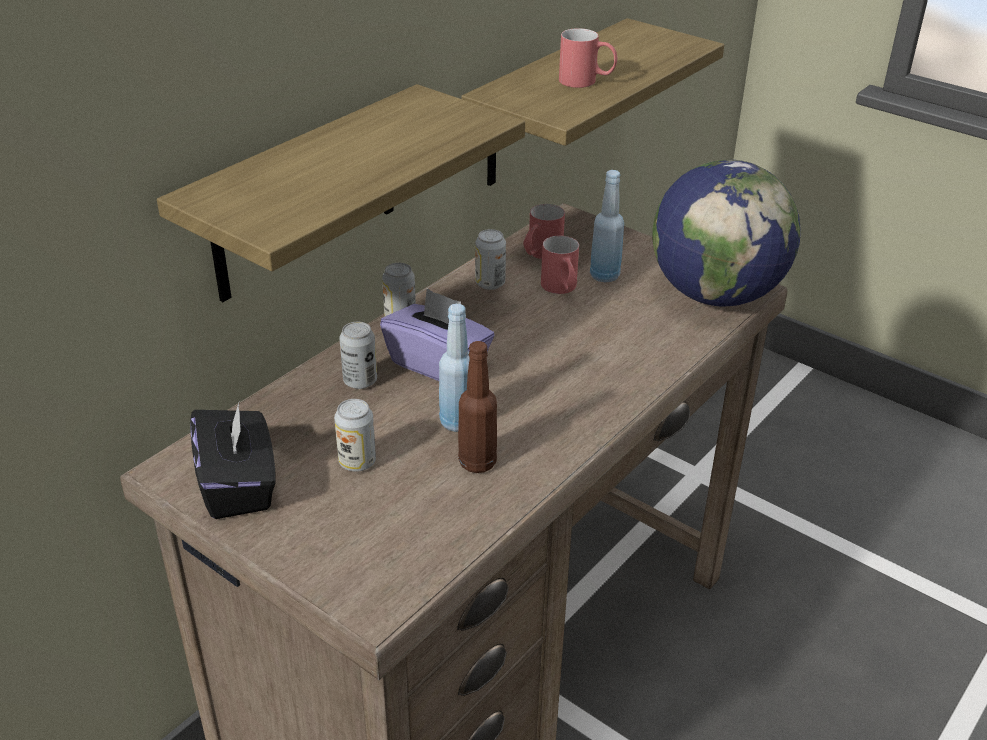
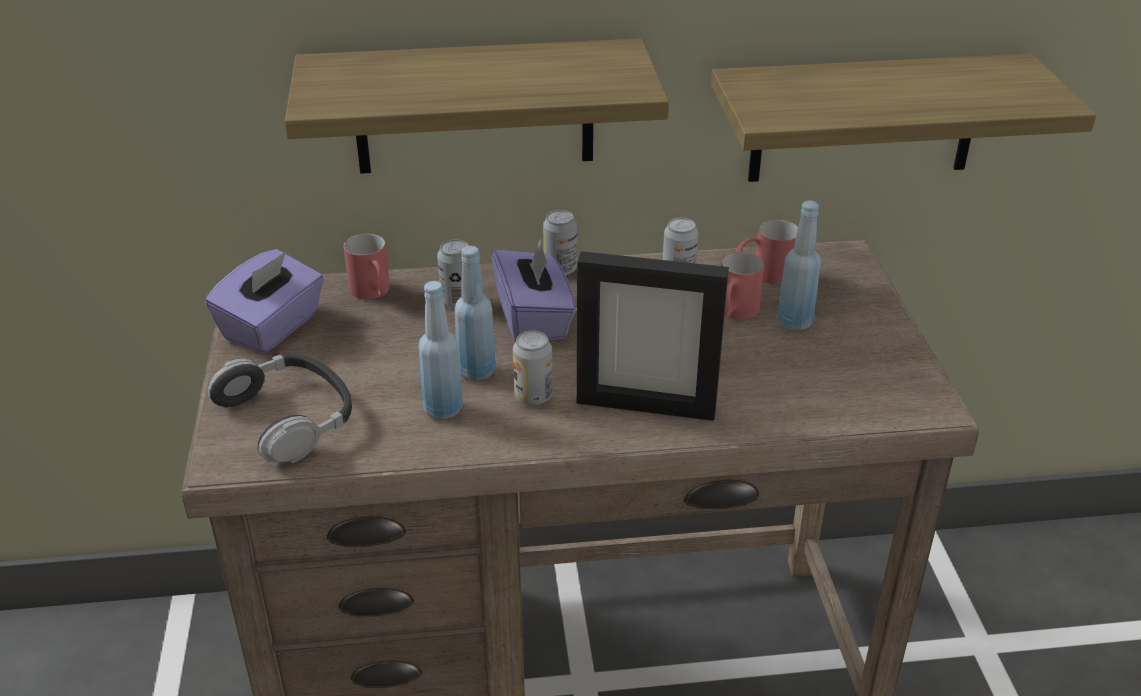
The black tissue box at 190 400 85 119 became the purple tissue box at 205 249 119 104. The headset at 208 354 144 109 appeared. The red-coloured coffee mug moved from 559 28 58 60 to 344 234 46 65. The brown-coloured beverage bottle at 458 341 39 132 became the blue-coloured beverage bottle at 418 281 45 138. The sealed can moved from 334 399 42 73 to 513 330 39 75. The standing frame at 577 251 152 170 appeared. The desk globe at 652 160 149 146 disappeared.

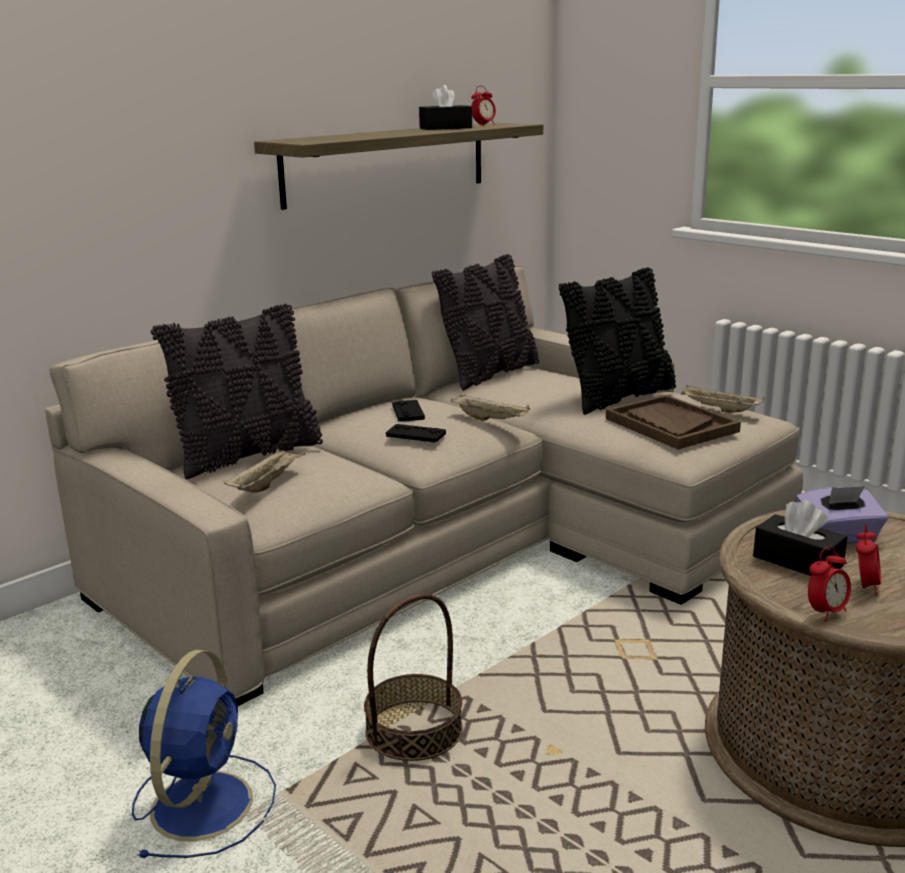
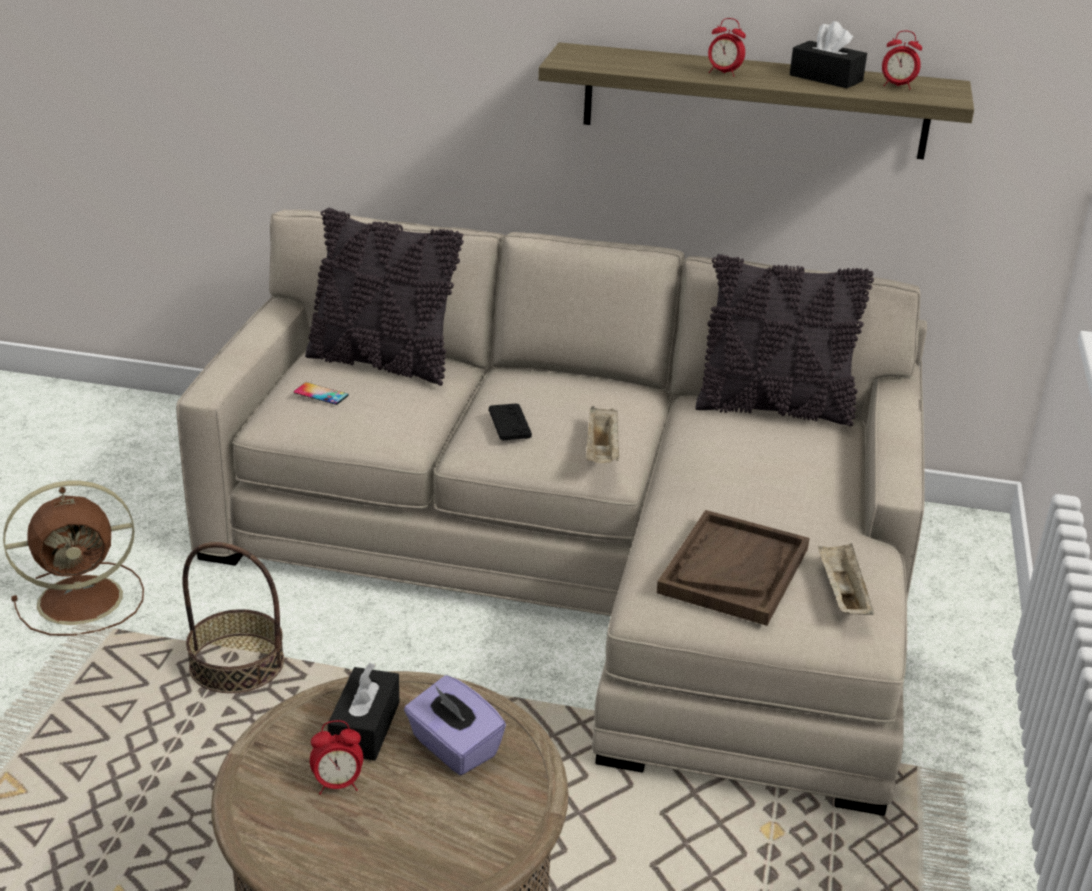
The blue-coloured electric fan at 132 650 144 208 became the brown-coloured electric fan at 3 480 141 156. The sand-coloured serving tray at 224 448 81 45 was replaced by the phone at 294 382 55 23. The alarm clock moved from 808 546 43 75 to 708 18 38 59. The black joypad at 392 400 33 22 disappeared. The black cushion at 559 267 117 148 disappeared.

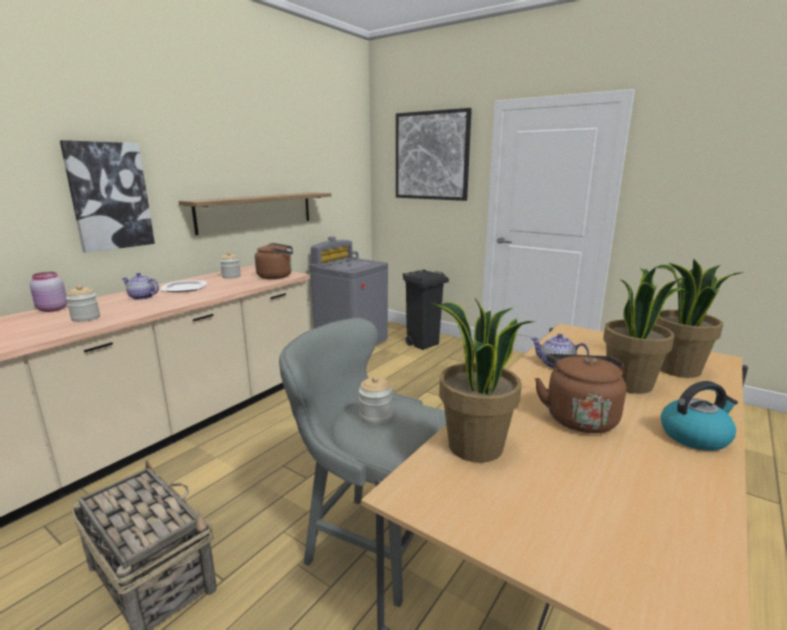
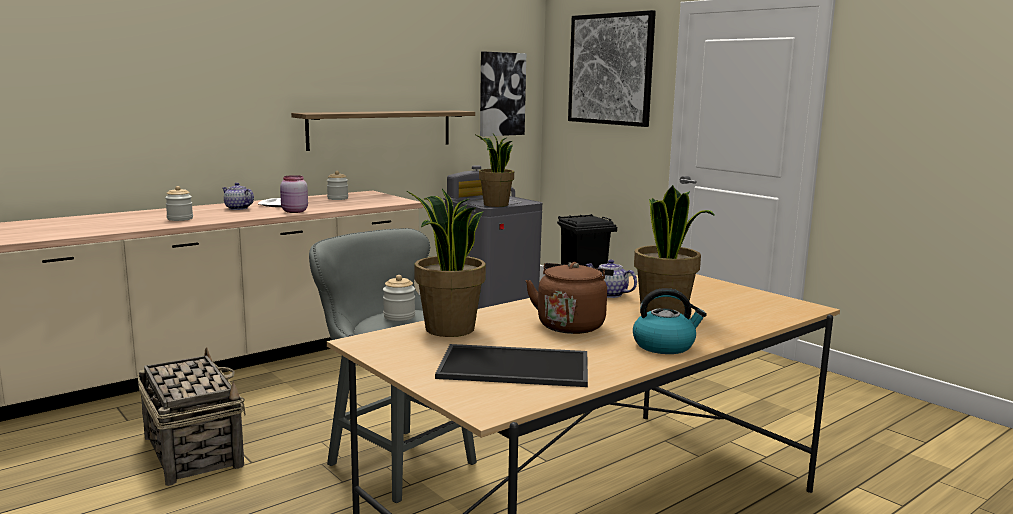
The pink jar moved from 30 272 38 40 to 280 175 28 38. The serving tray at 435 344 153 43 appeared. The houseplant moved from 654 259 90 119 to 476 134 38 73. The picture moved from 60 140 95 113 to 480 52 46 84. The brown-coloured kettle at 255 243 38 36 disappeared.

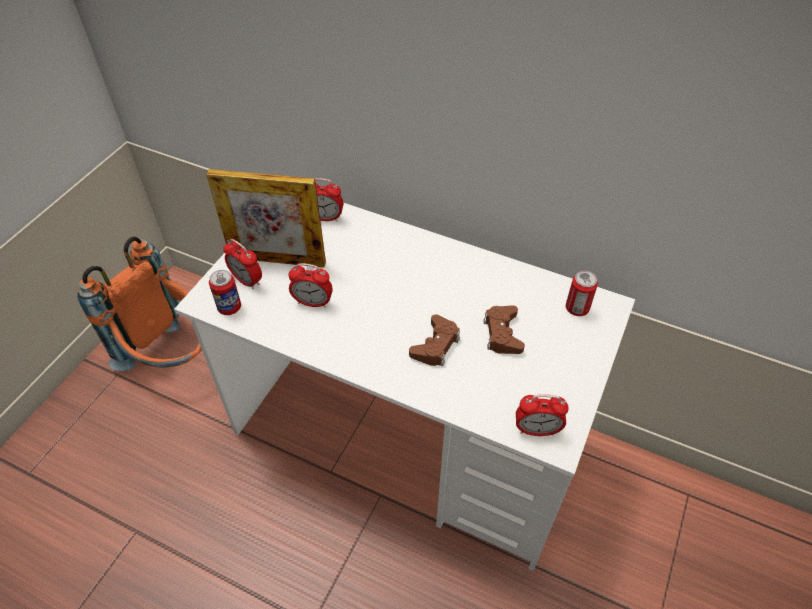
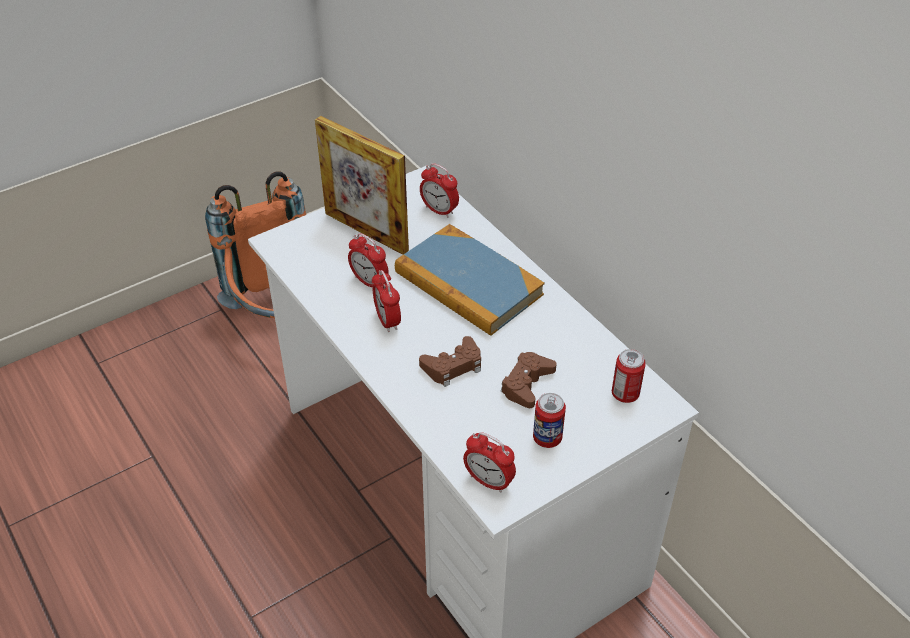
The alarm clock moved from 223 239 39 50 to 372 270 29 62. The book at 395 224 150 112 appeared. The sealed can moved from 209 270 32 45 to 533 393 33 55.

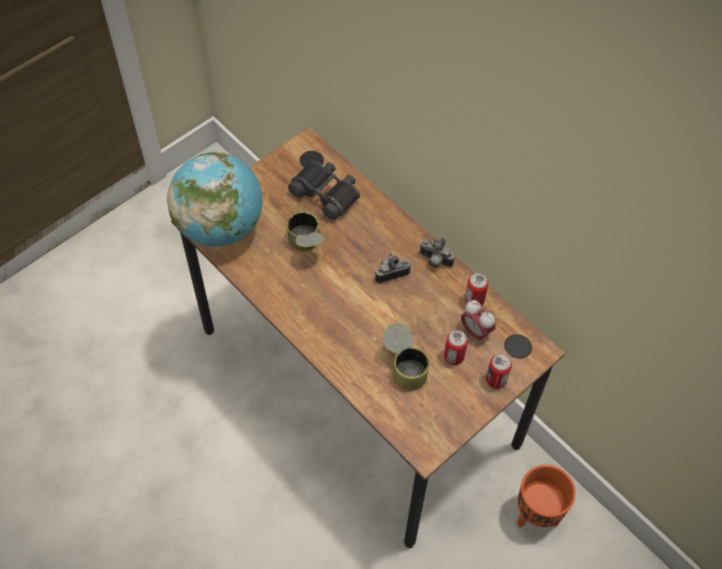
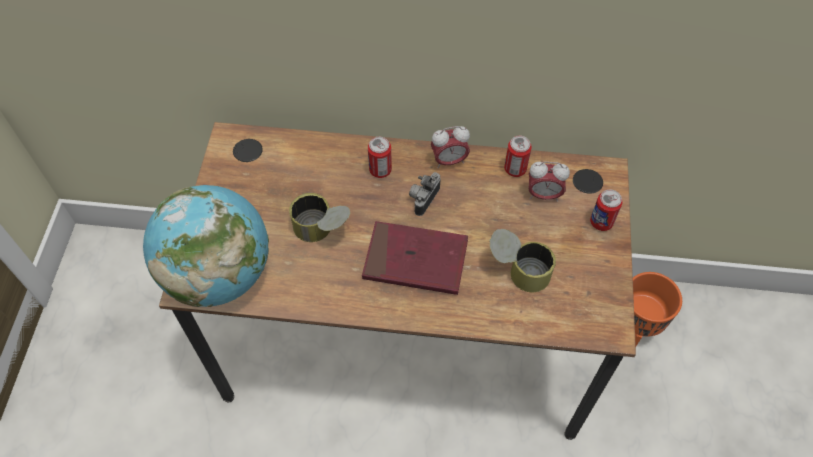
The red-coloured book at 362 221 106 74 appeared. The sealed can moved from 444 330 24 35 to 368 137 24 41. The photo camera at 420 238 34 30 was replaced by the alarm clock at 431 126 39 42. The black field glasses at 288 161 72 59 disappeared.

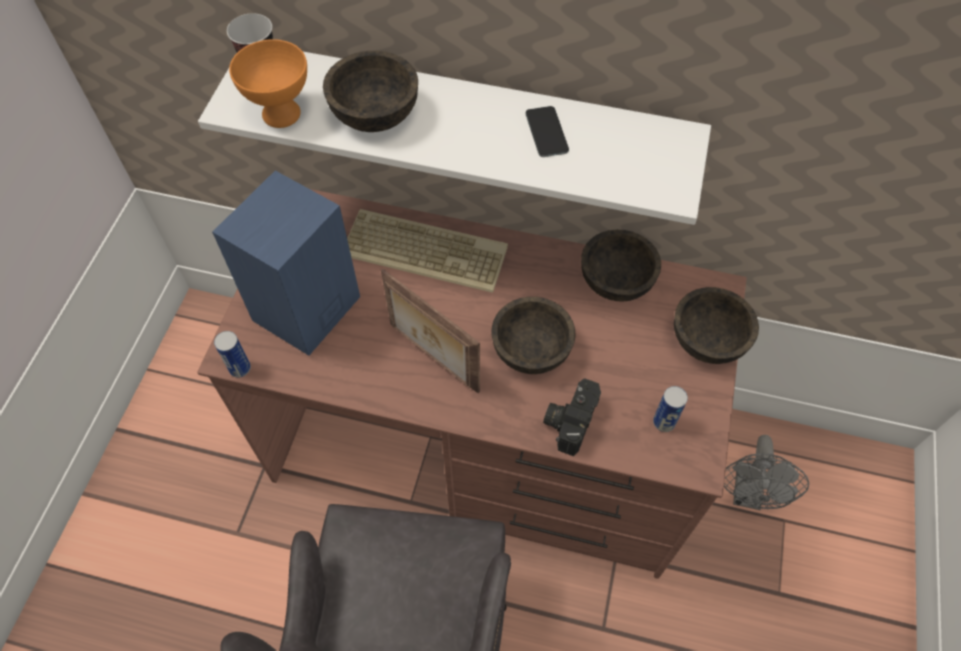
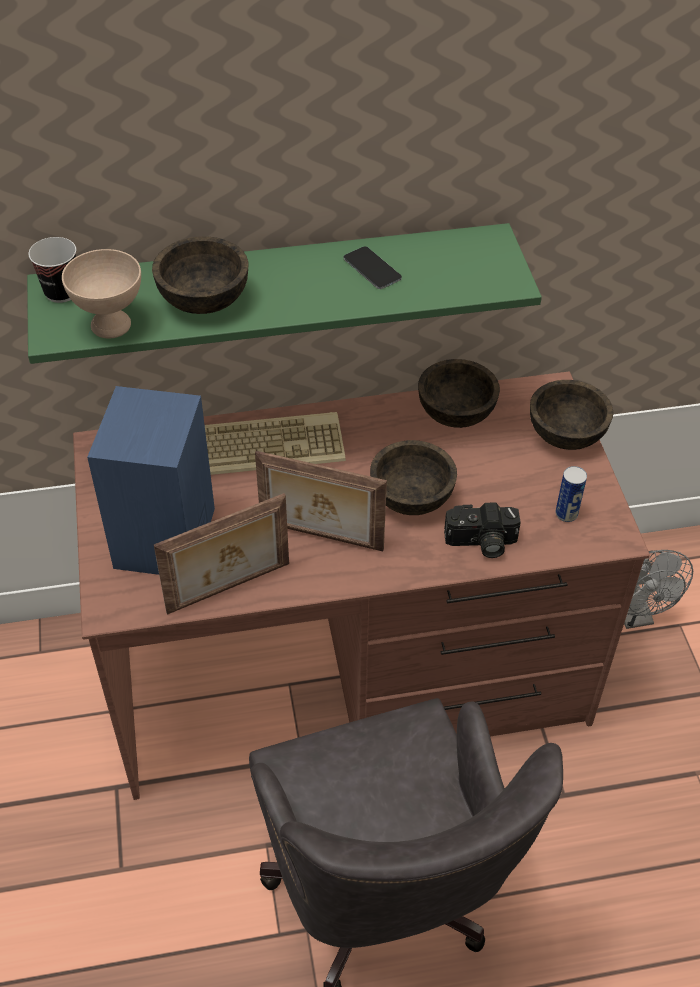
The white bracket shelf at 198 52 513 173 became the greenish bracket shelf at 27 223 515 141. The orange deep dish at 229 39 78 89 became the sand-coloured deep dish at 62 249 79 90. The standing frame at 154 493 135 122 appeared. The photo camera at 543 378 58 78 turned 90 degrees counterclockwise. The sealed can at 214 331 37 47 disappeared.

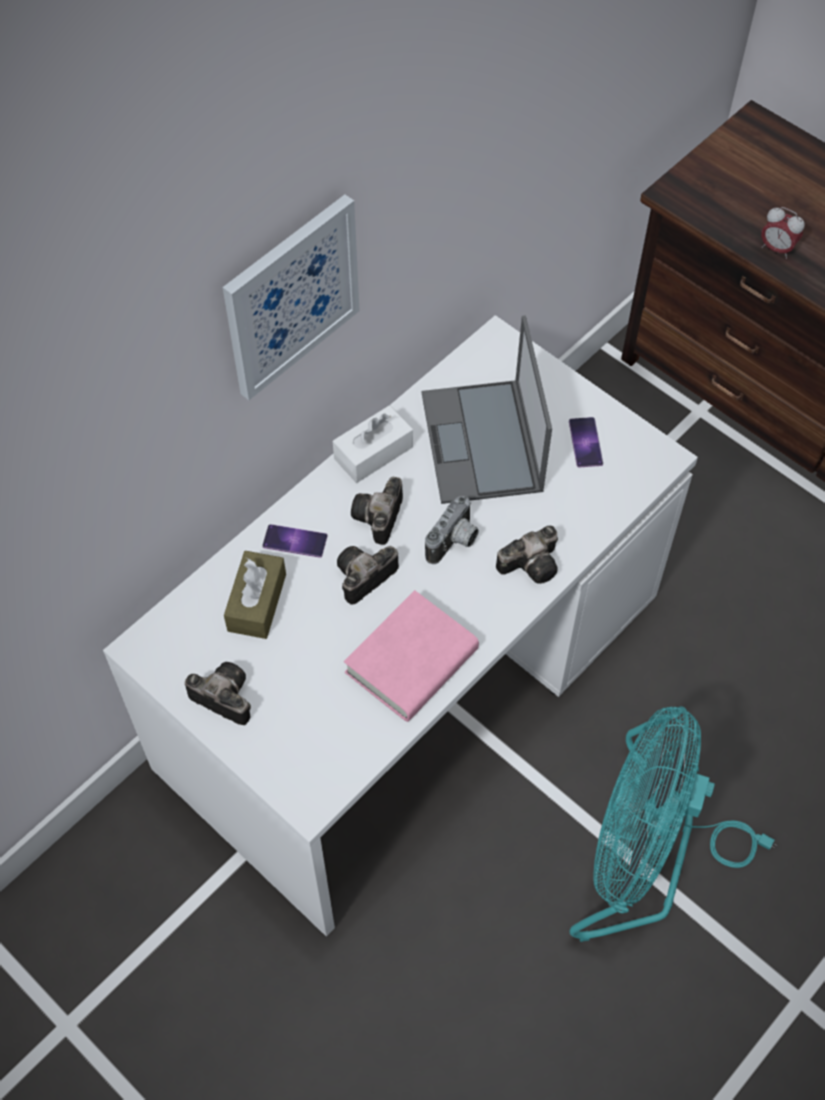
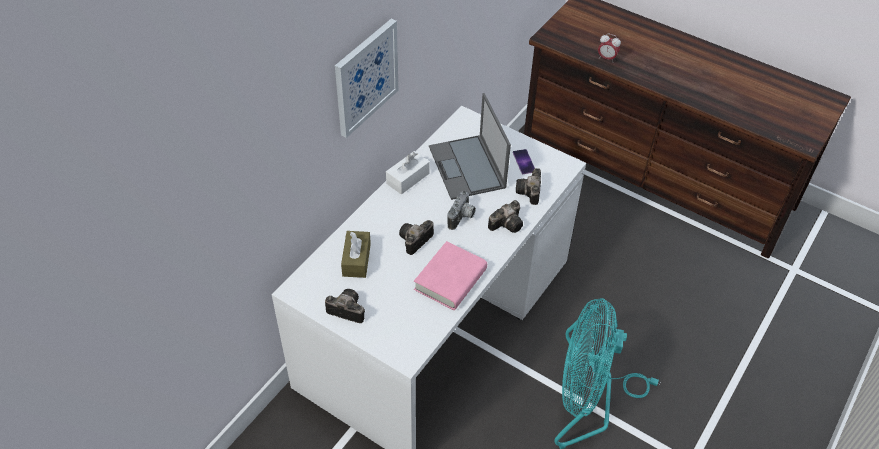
The photo camera moved from 351 477 52 68 to 516 168 25 37. The phone at 262 524 65 34 disappeared.

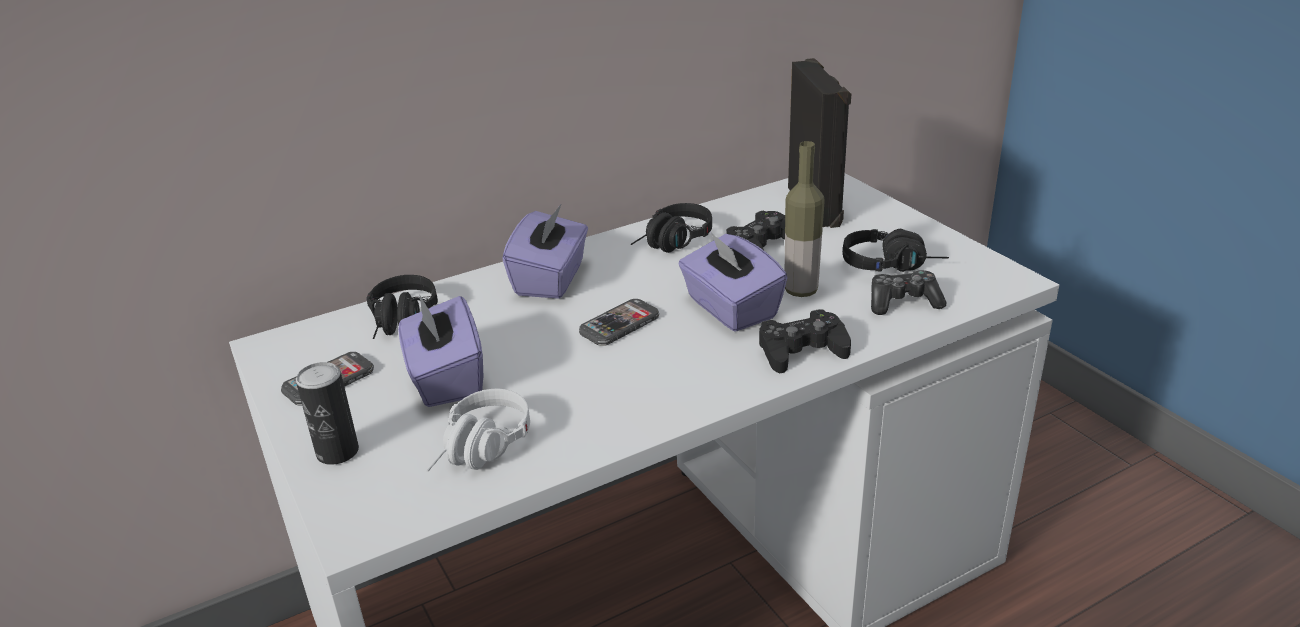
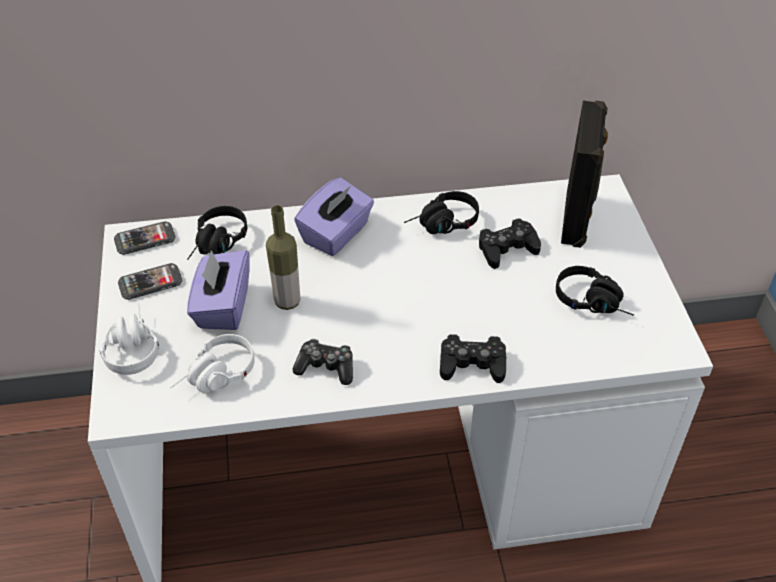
The sealed can at 296 362 63 103 was replaced by the white headset at 99 303 60 72. The phone moved from 579 299 80 47 to 114 221 62 34. The beverage bottle moved from 785 141 40 156 to 266 205 34 105. The joypad moved from 871 270 75 45 to 293 339 60 46. The purple tissue box at 678 231 110 101 disappeared.

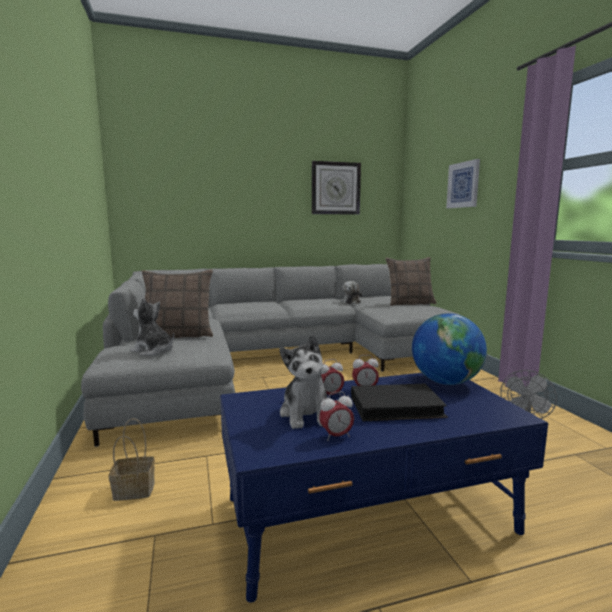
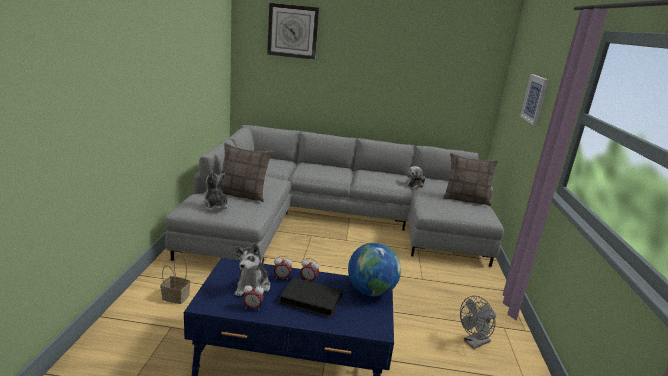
The clock on the wall moved from 312 161 49 54 to 267 3 52 57.

